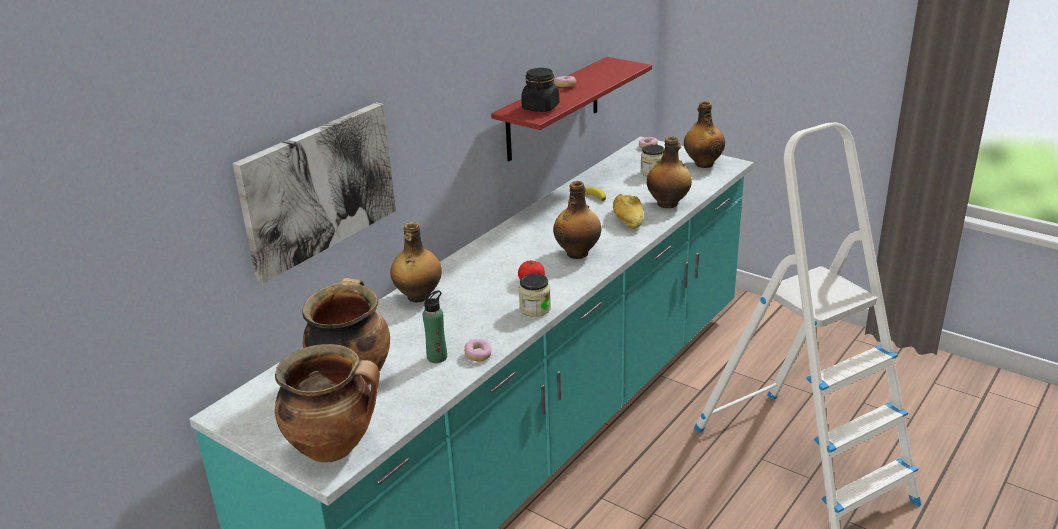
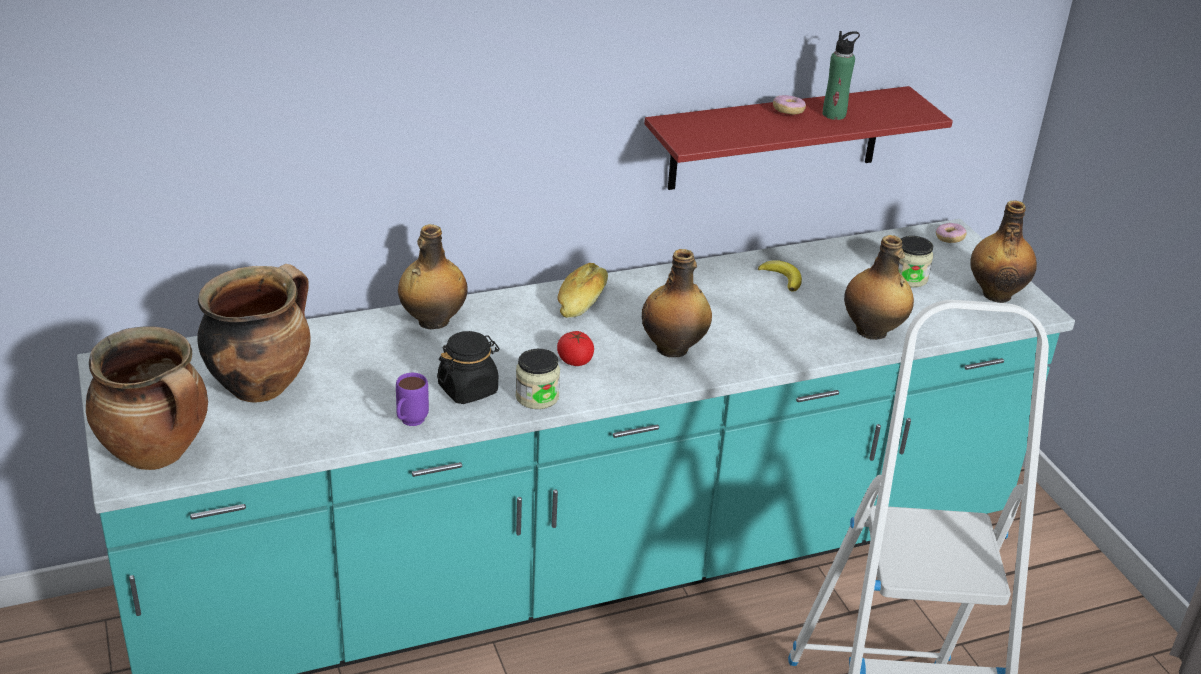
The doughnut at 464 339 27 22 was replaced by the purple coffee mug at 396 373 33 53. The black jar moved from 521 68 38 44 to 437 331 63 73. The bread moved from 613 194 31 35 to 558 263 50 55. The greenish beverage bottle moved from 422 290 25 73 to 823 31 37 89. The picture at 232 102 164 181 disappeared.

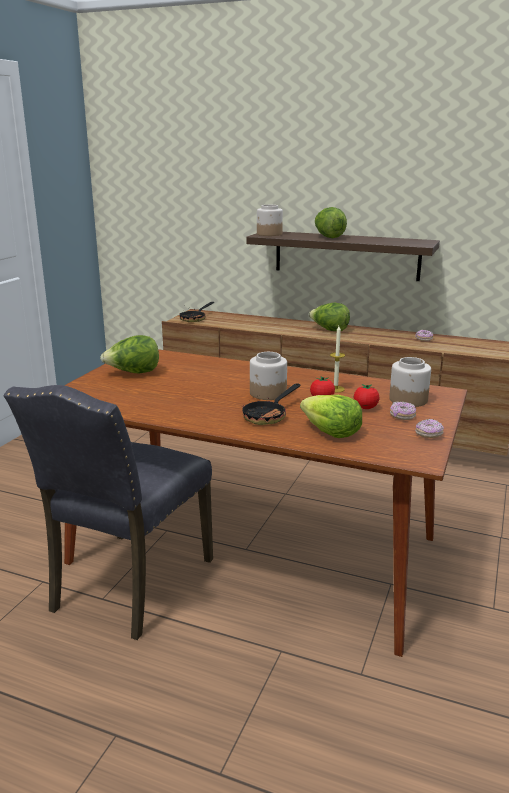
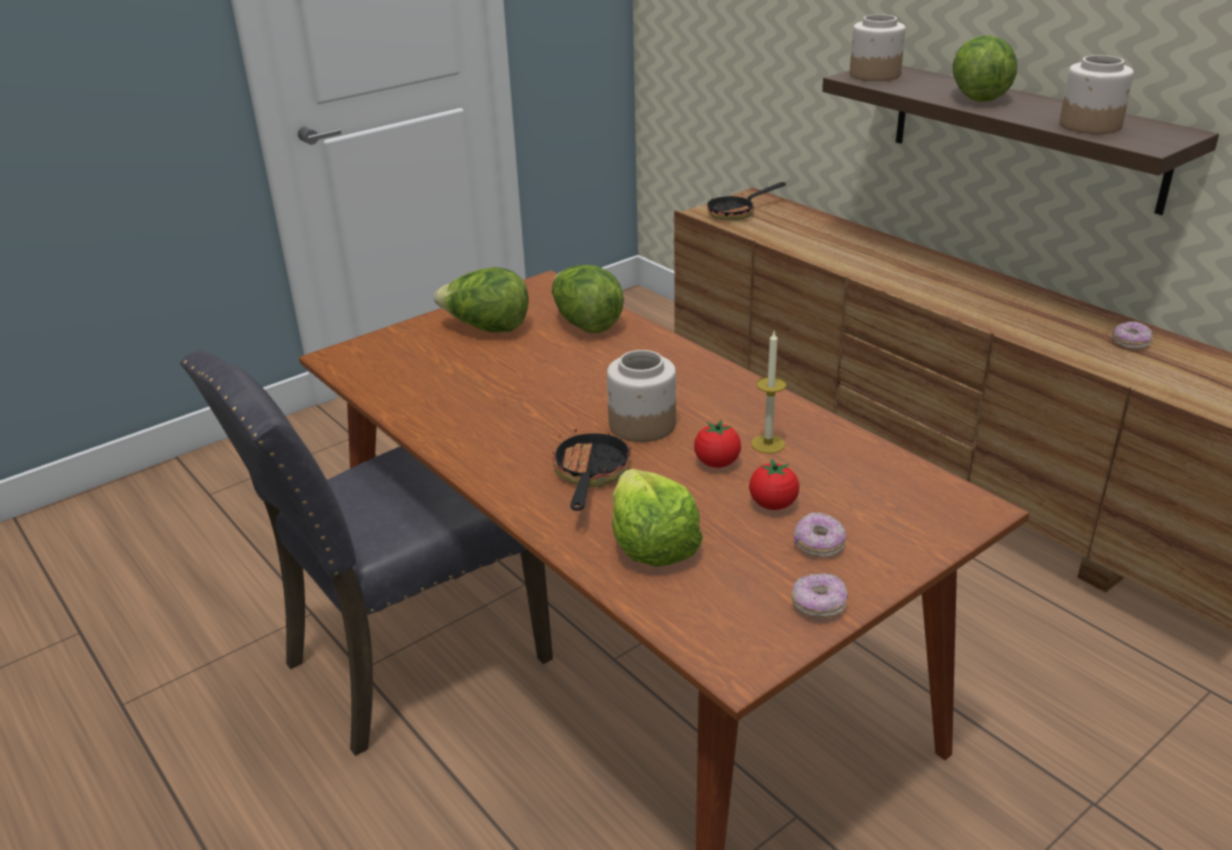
The lettuce moved from 309 303 41 28 to 552 265 72 68. The pan at 242 384 58 41 turned 120 degrees clockwise. The jar moved from 389 357 42 50 to 1059 55 75 79.

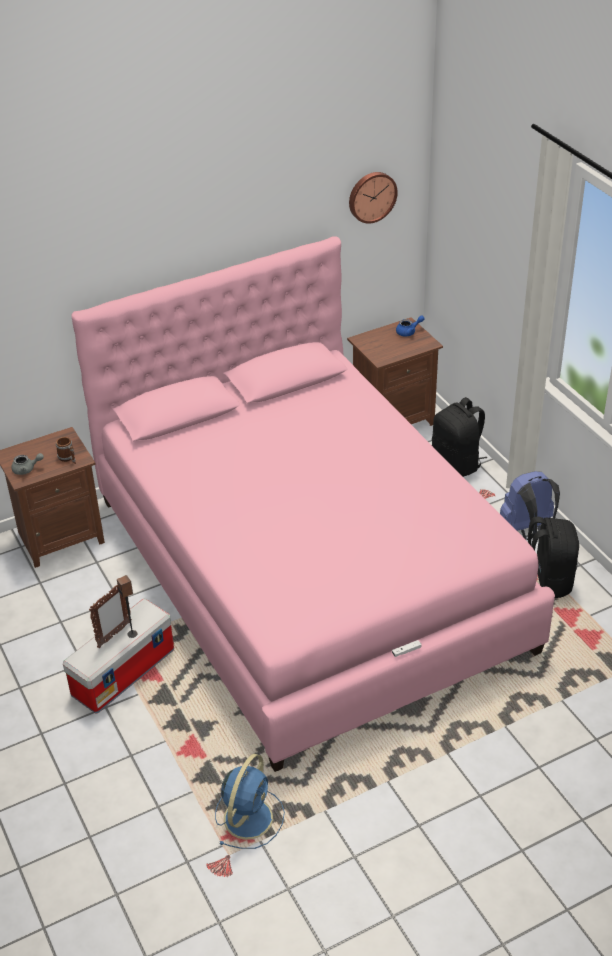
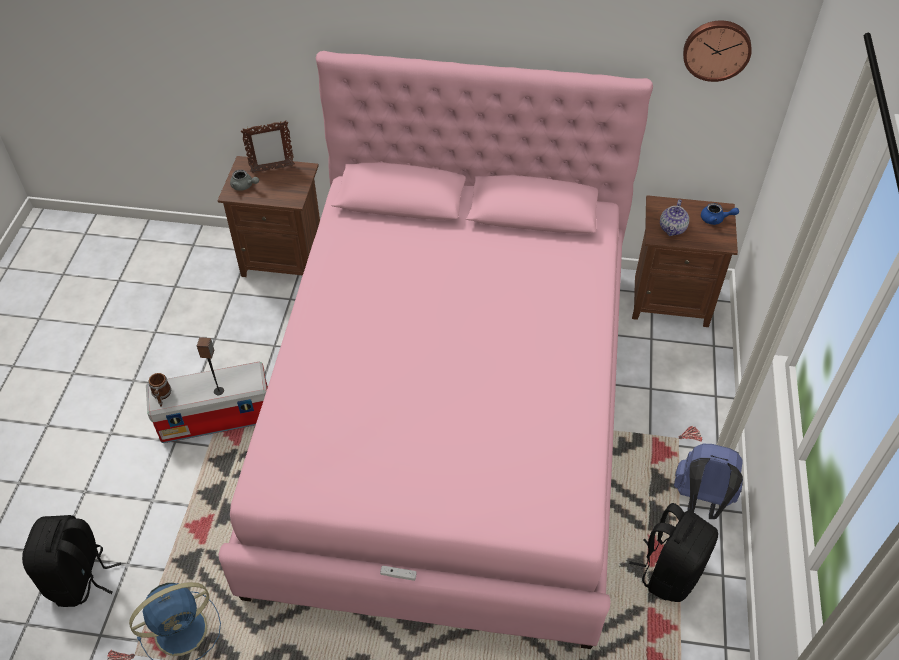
The black knapsack moved from 432 397 55 80 to 22 515 99 92. The coffee mug moved from 56 437 20 27 to 148 373 23 34. The standing frame moved from 89 585 43 63 to 241 120 54 53. The tea pot at 660 200 29 36 appeared.

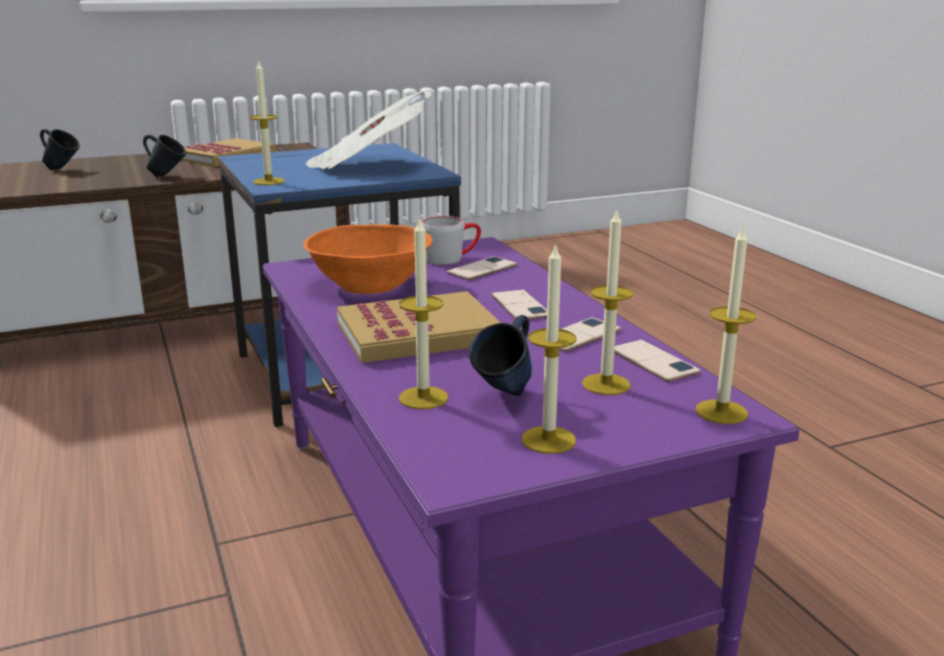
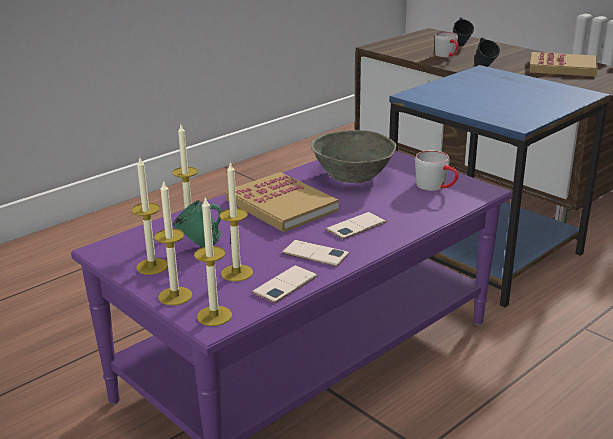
The wax light moved from 249 60 36 125 to 154 180 38 125. The blue-coloured coffee mug at 469 315 63 81 became the greenish coffee mug at 173 200 49 47. The orange deep dish at 303 224 130 70 became the gray deep dish at 310 130 86 53. The gray coffee mug at 435 32 24 26 appeared. The newspaper at 306 91 126 79 disappeared. The phone at 447 256 70 24 disappeared.

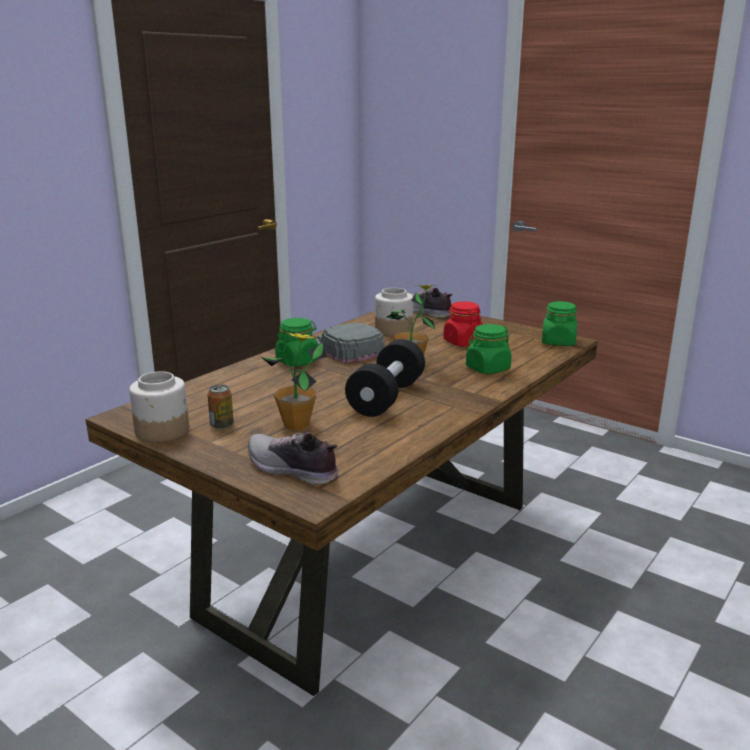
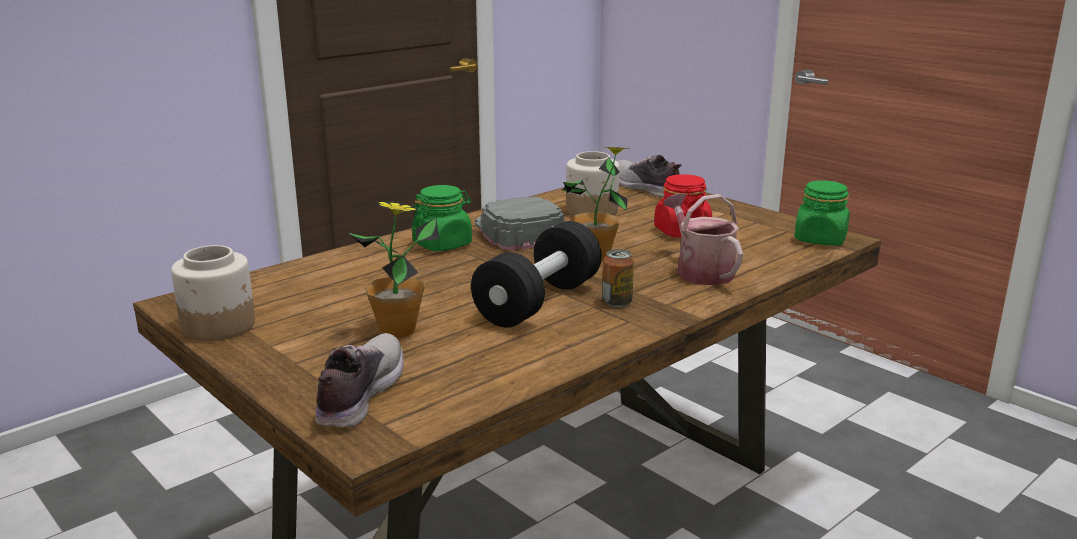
The item of footwear at 248 431 90 54 turned 60 degrees clockwise. The sealed can moved from 208 384 25 45 to 602 249 32 58. The greenish jar at 466 324 46 50 was replaced by the sprinkling can at 663 194 80 91.

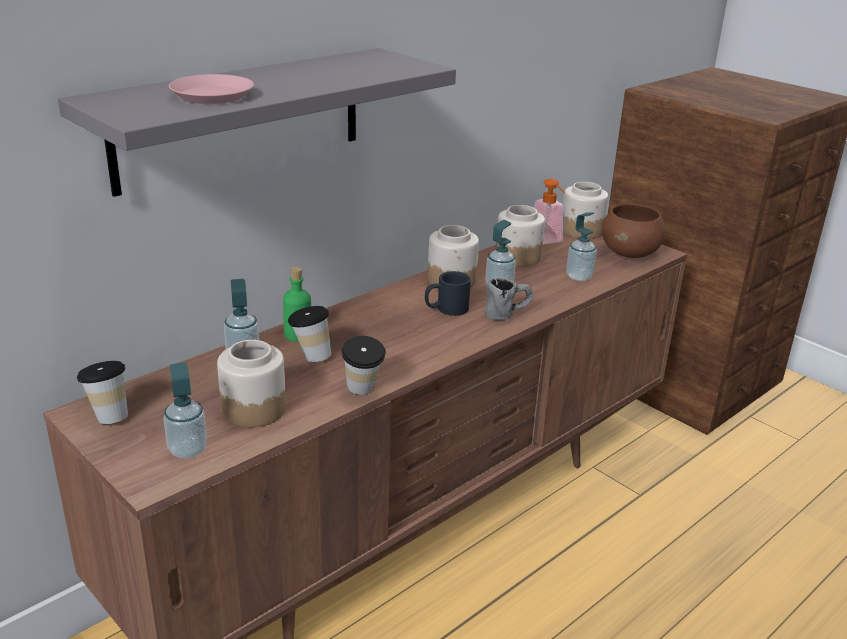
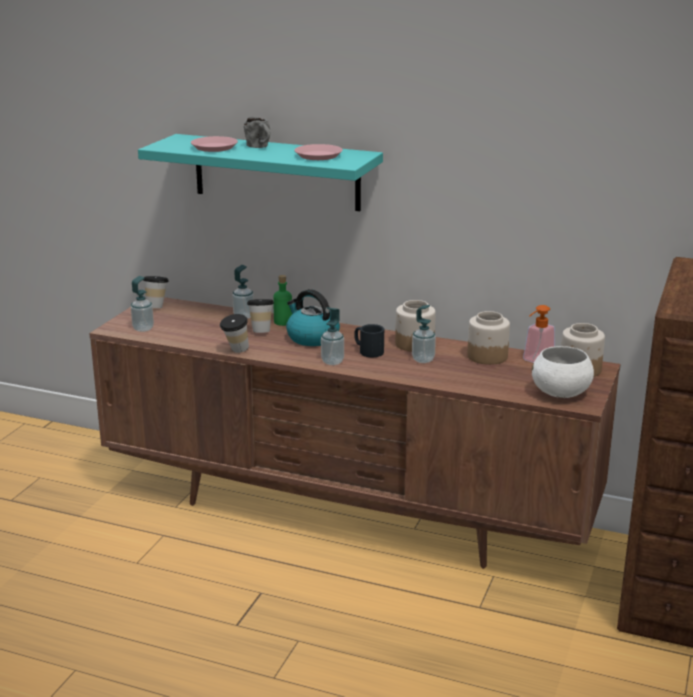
The gray bracket shelf at 58 48 398 149 became the turquoise-coloured bracket shelf at 138 134 245 77. The gray coffee mug moved from 485 278 48 42 to 244 116 26 32. The kettle at 286 289 54 57 appeared. The pink plate at 294 144 49 16 appeared. The soap bottle moved from 566 212 31 69 to 321 308 23 57. The brown-coloured deep dish at 602 204 63 54 became the white deep dish at 532 346 62 52. The jar at 217 340 69 88 disappeared.

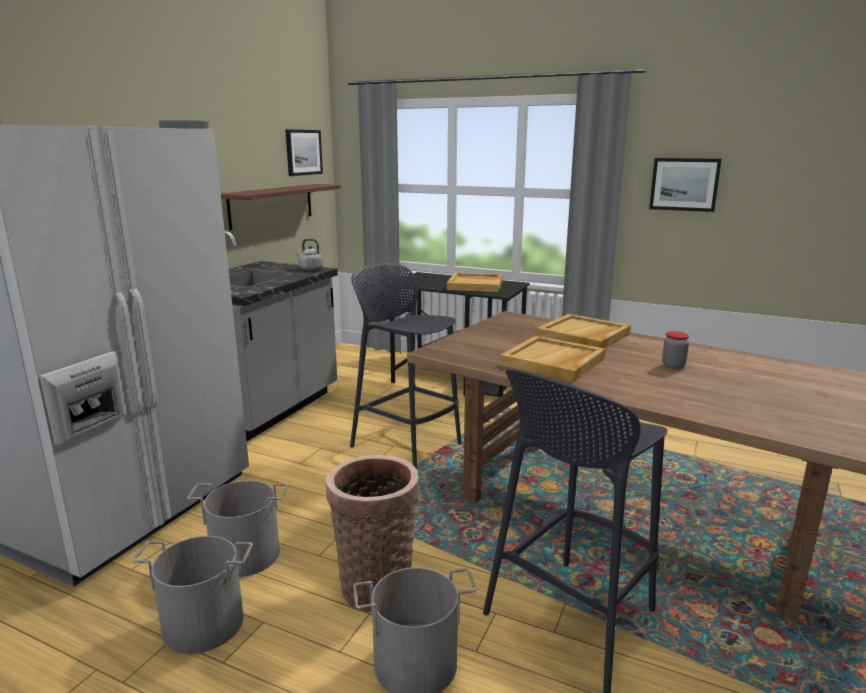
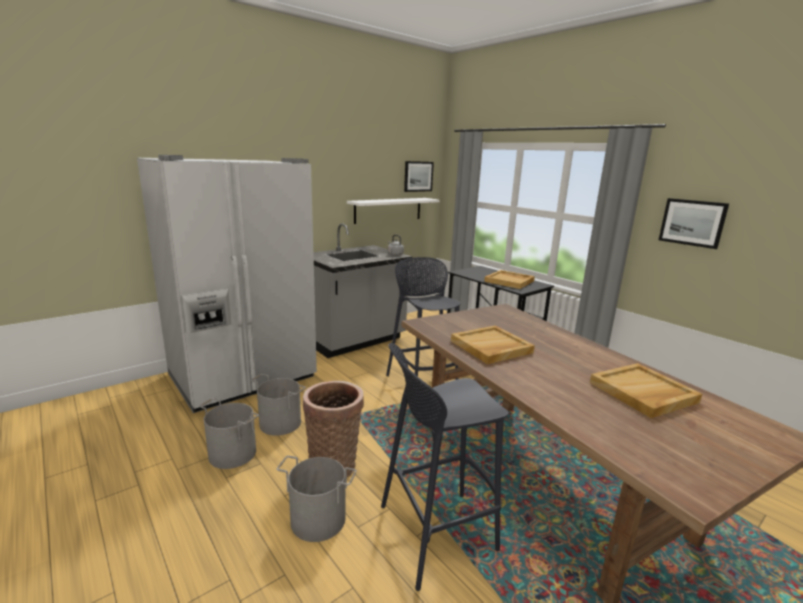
The brown-coloured bracket shelf at 221 184 120 46 became the white bracket shelf at 347 198 93 26. The sand-coloured serving tray moved from 536 314 95 35 to 590 363 112 55. The jar at 662 331 27 38 disappeared.

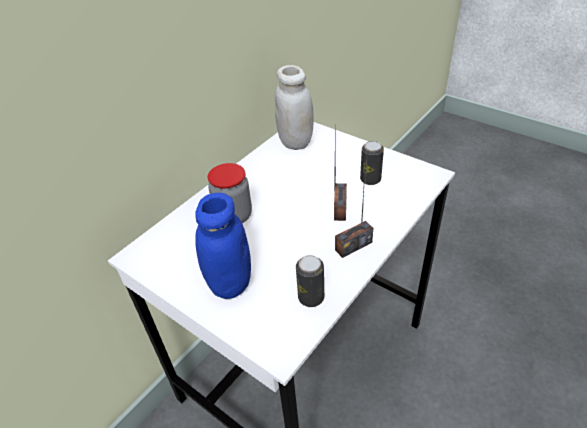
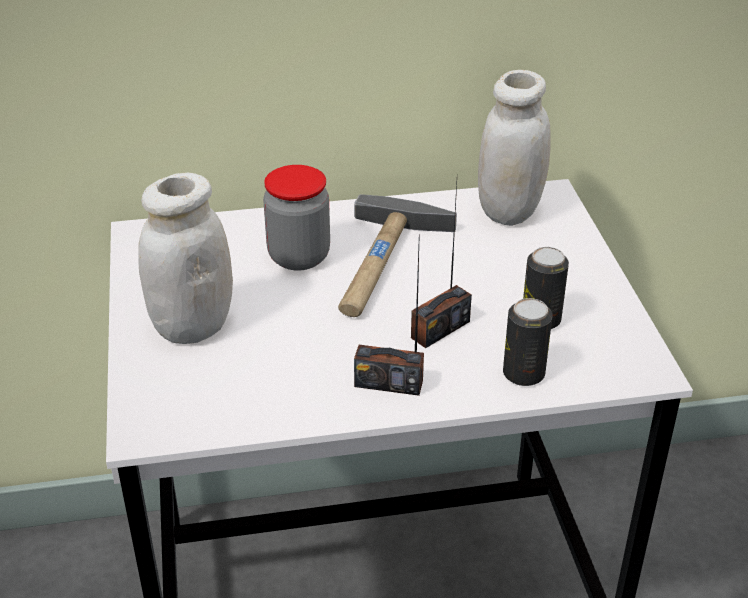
The blue-coloured jar at 195 193 56 106 became the white jar at 138 173 95 171. The hand hammer at 338 194 119 123 appeared. The sealed can moved from 296 255 28 52 to 503 298 50 88.

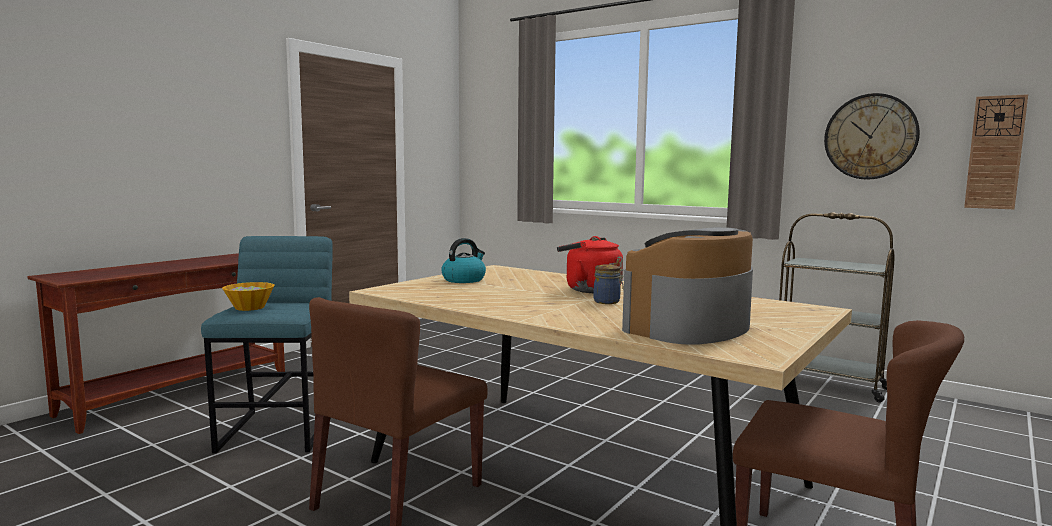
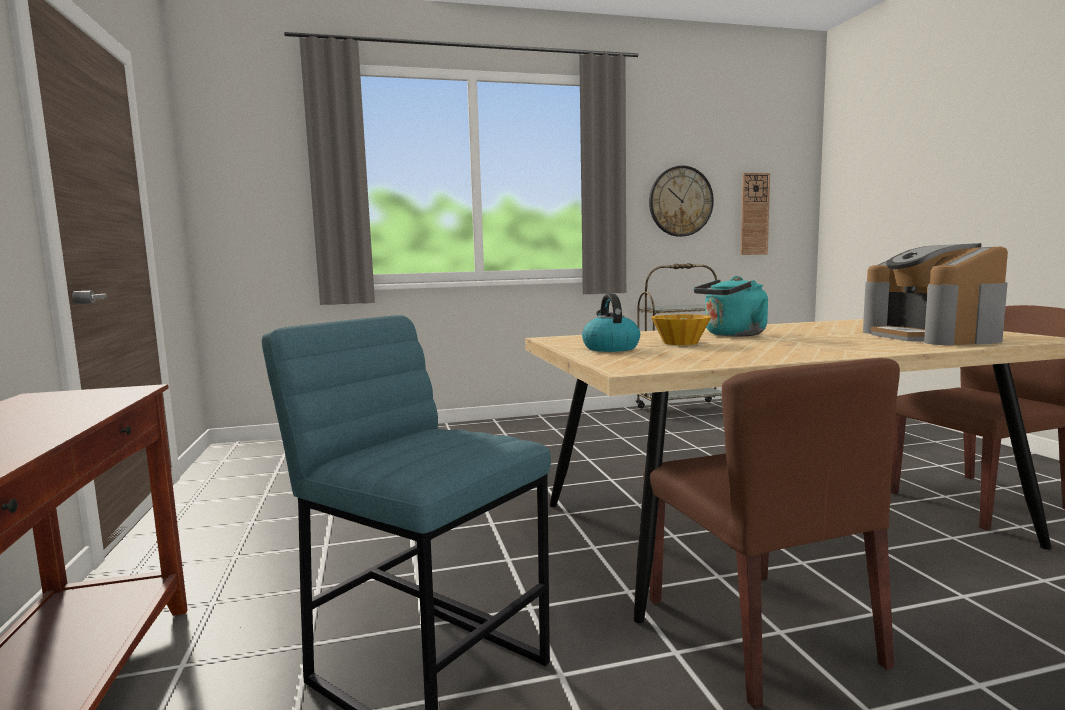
The deep dish moved from 222 282 53 29 to 651 314 61 31. The red-coloured kettle at 557 236 66 57 became the turquoise-coloured kettle at 694 276 74 61. The jar at 593 264 31 40 disappeared.

